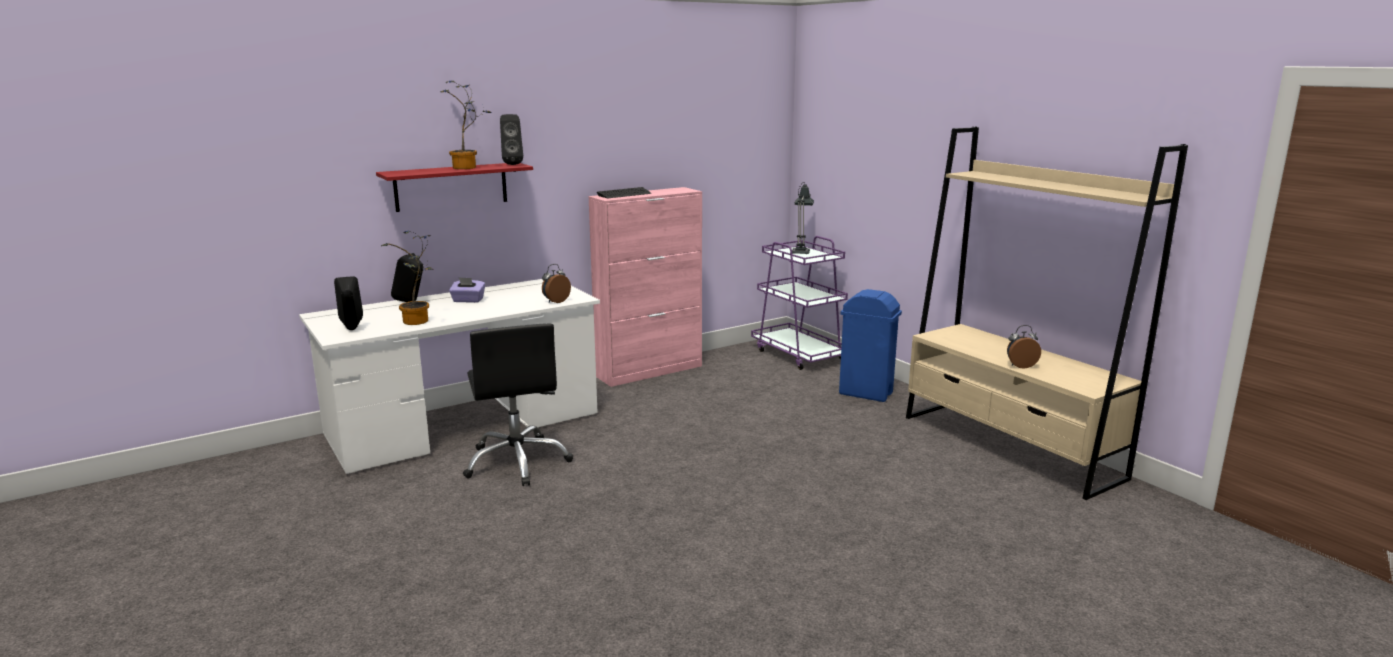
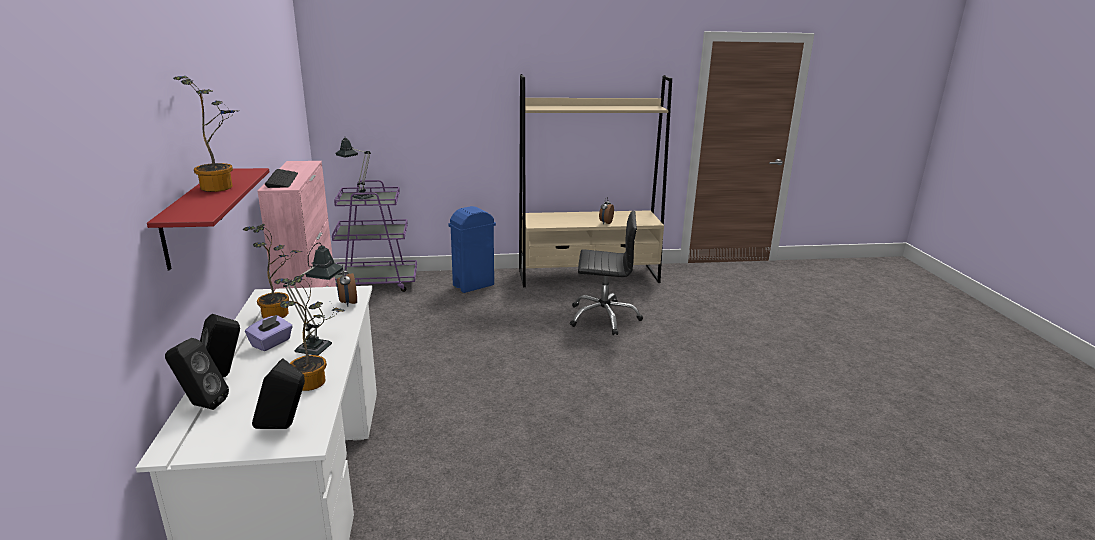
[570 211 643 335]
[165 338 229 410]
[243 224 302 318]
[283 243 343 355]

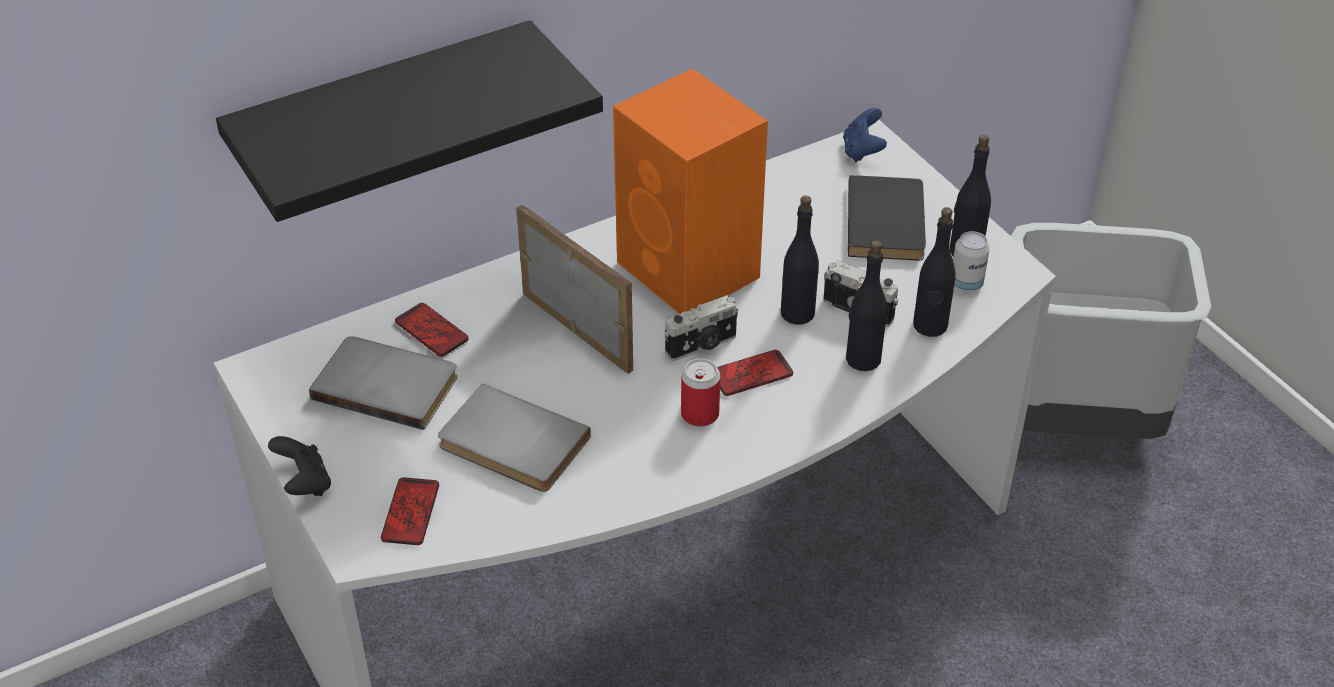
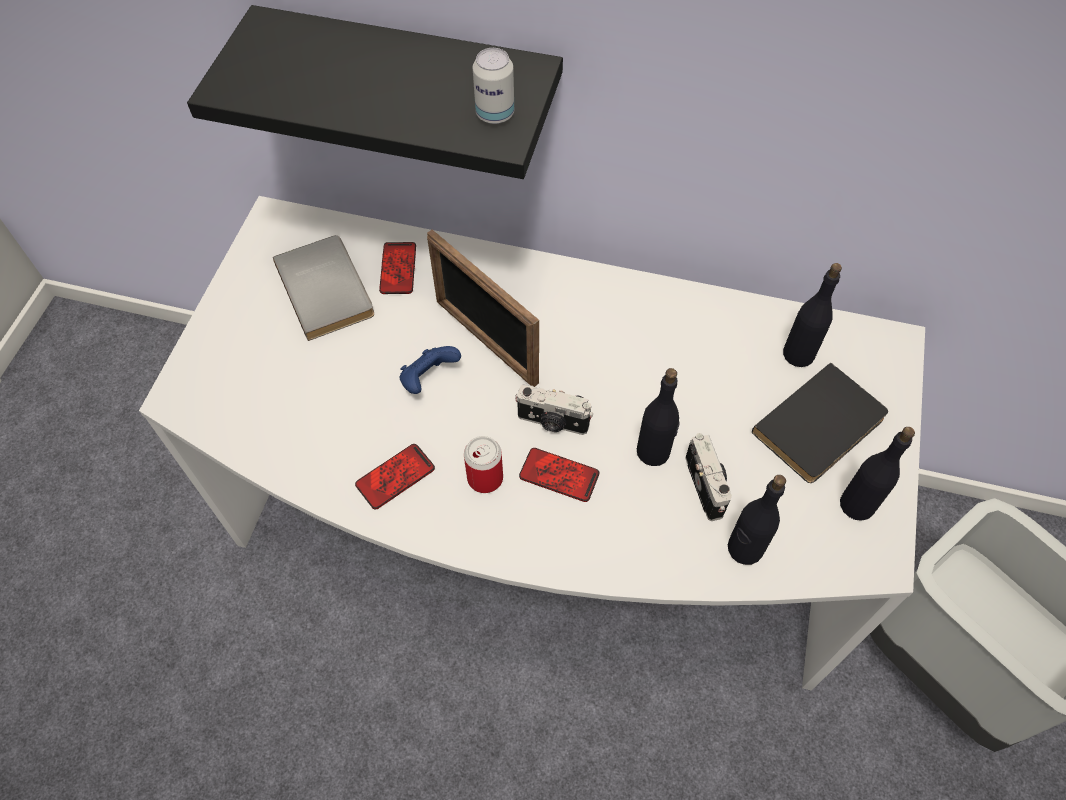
[268 436 331 496] (first image)
[355 444 435 509]
[438 383 591 492] (first image)
[427 230 539 387]
[613 68 768 314] (first image)
[400 346 461 394]
[783 263 842 367]
[473 48 514 124]

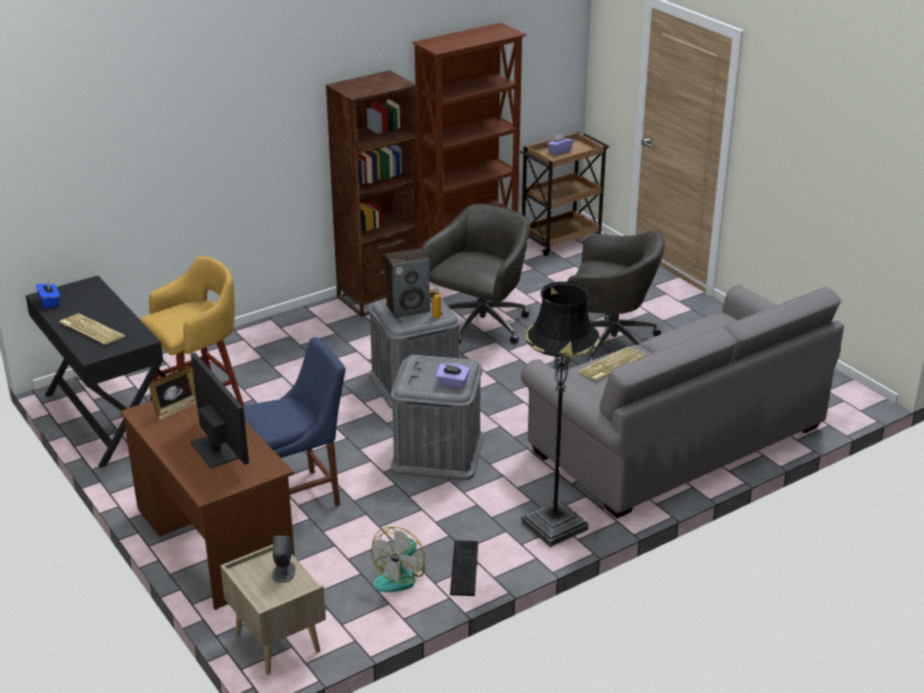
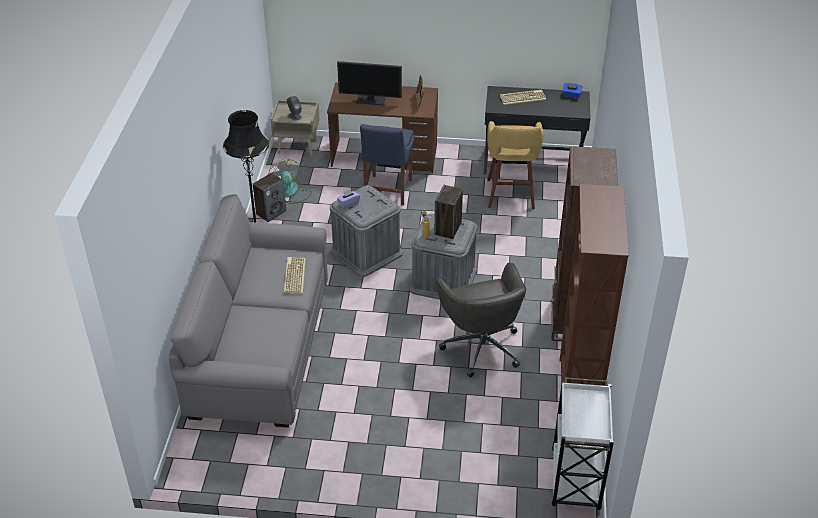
[253 173 286 222]
[552 377 614 510]
[547 133 573 155] (first image)
[567 230 665 362] (first image)

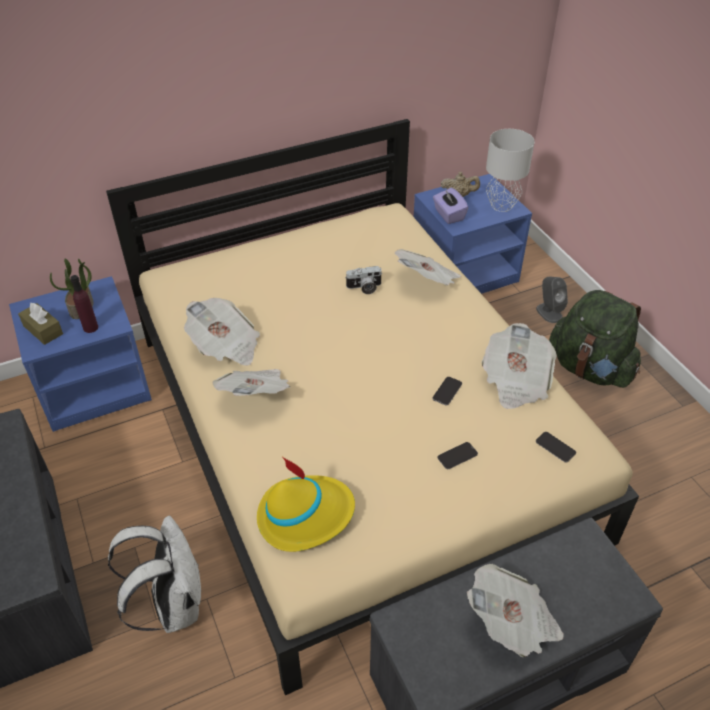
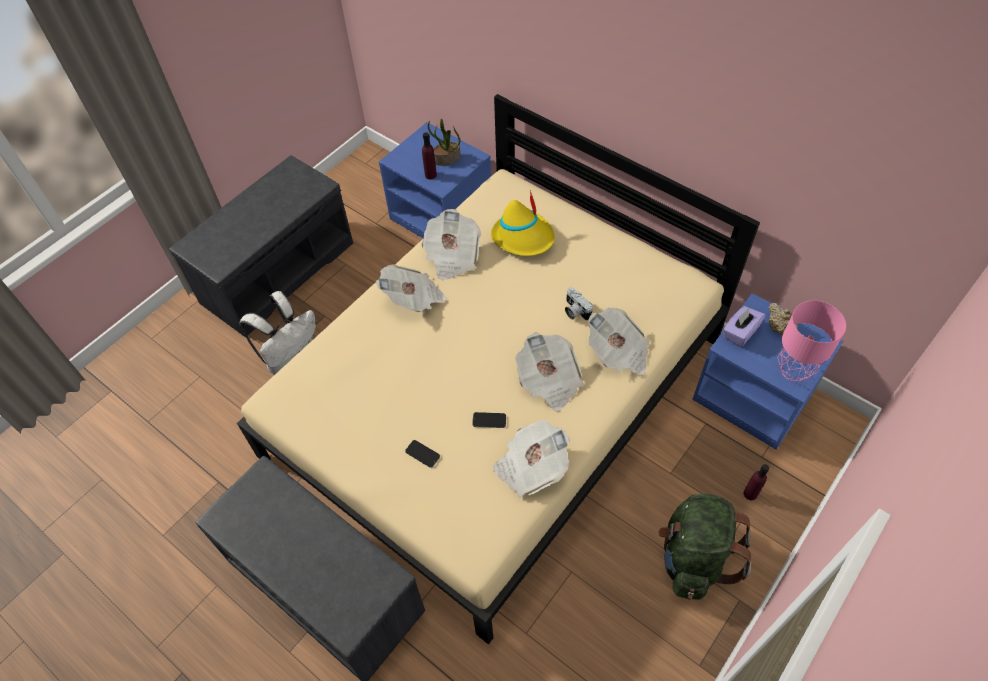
[18 303 63 345] (first image)
[491 190 555 256]
[515 332 584 411]
[777 301 846 381]
[744 464 769 500]
[536 432 576 462] (first image)

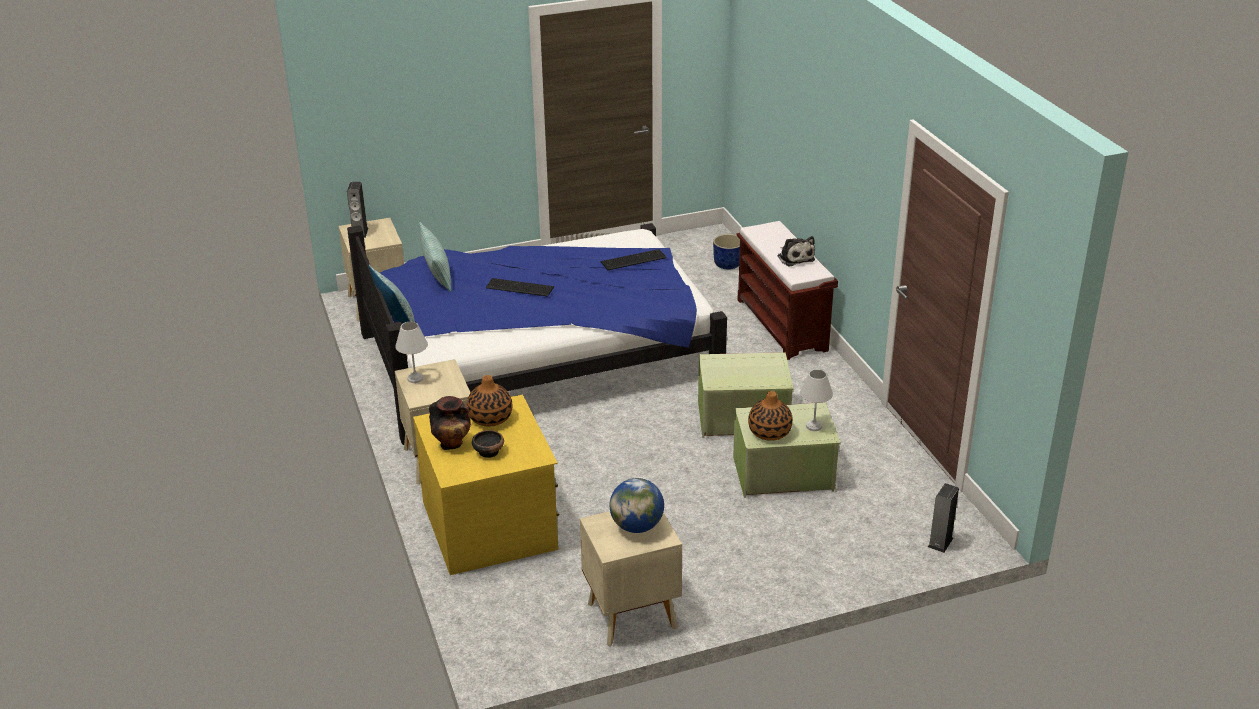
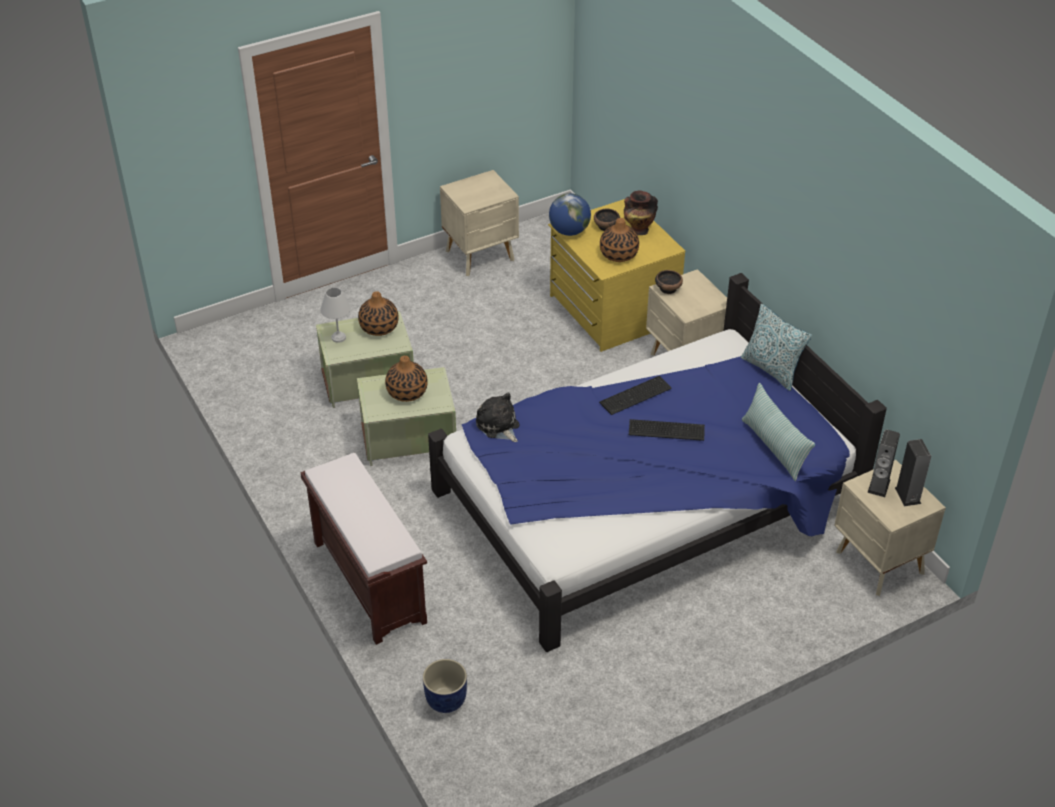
[395 322 428 383] (first image)
[599 376 672 415]
[549 193 591 236]
[476 393 520 442]
[867 429 900 497]
[385 356 428 402]
[655 270 683 294]

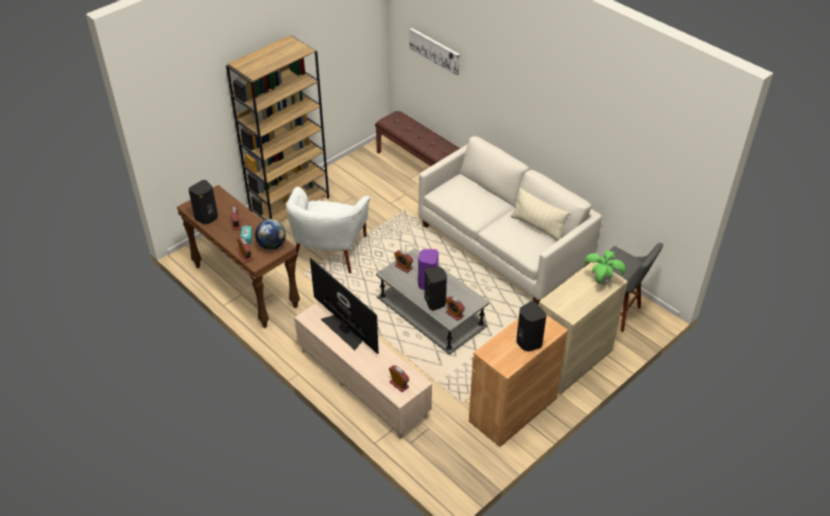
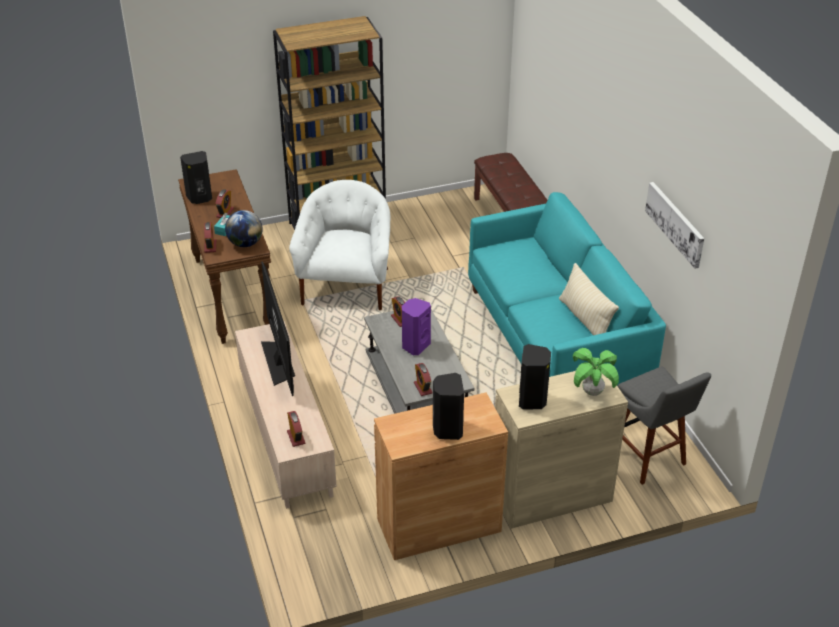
[289 180 390 310]
[645 182 704 269]
[468 192 666 386]
[519 344 551 410]

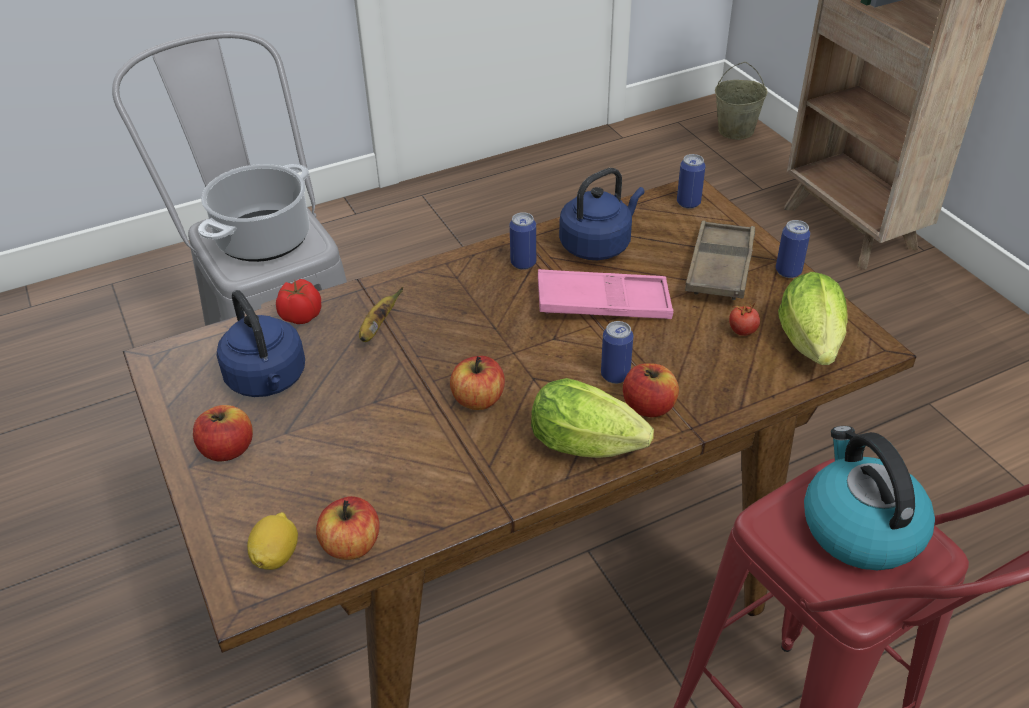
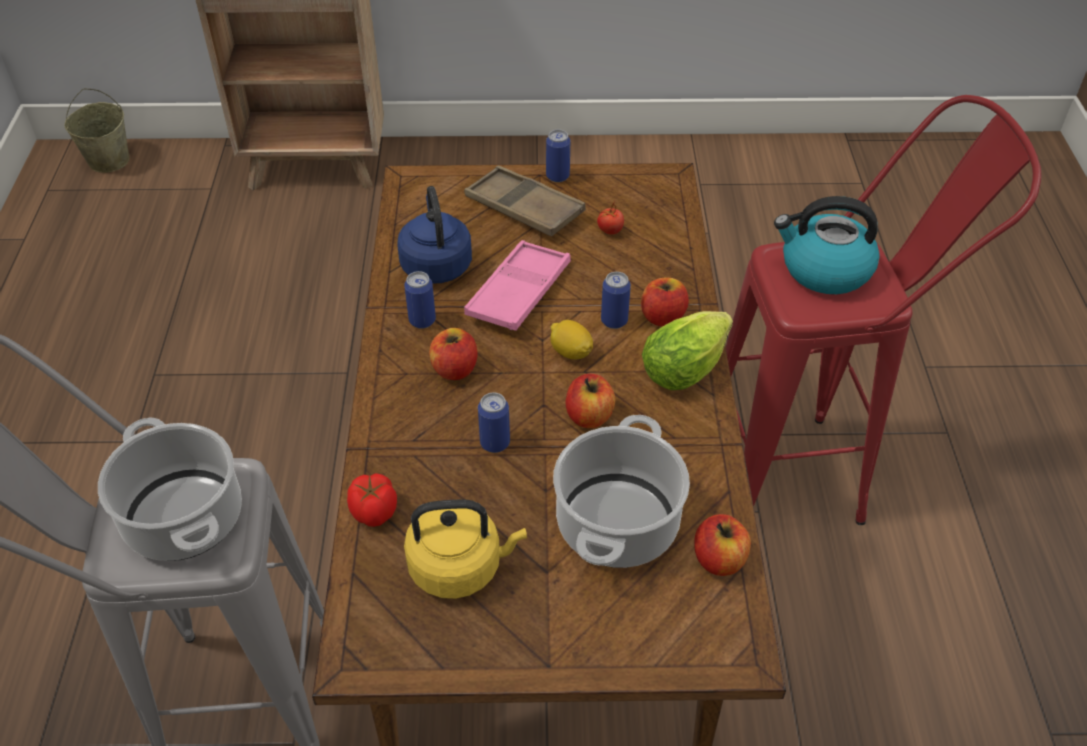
[429 328 478 380]
[404 500 527 599]
[550 320 593 360]
[359 287 403 342] (first image)
[478 393 510 453]
[778 272 847 365] (first image)
[553 415 690 568]

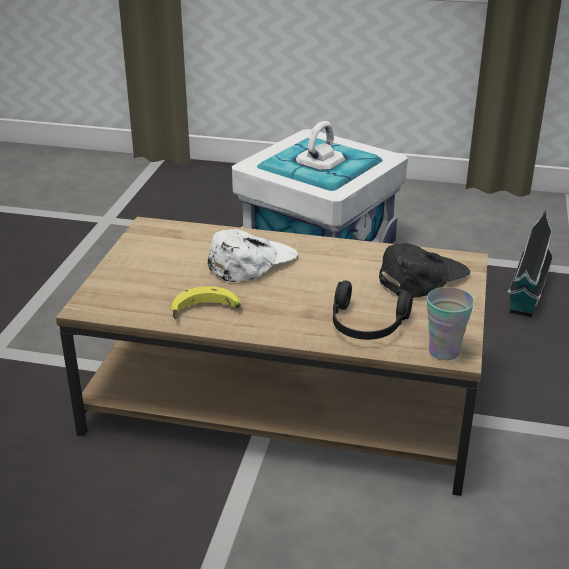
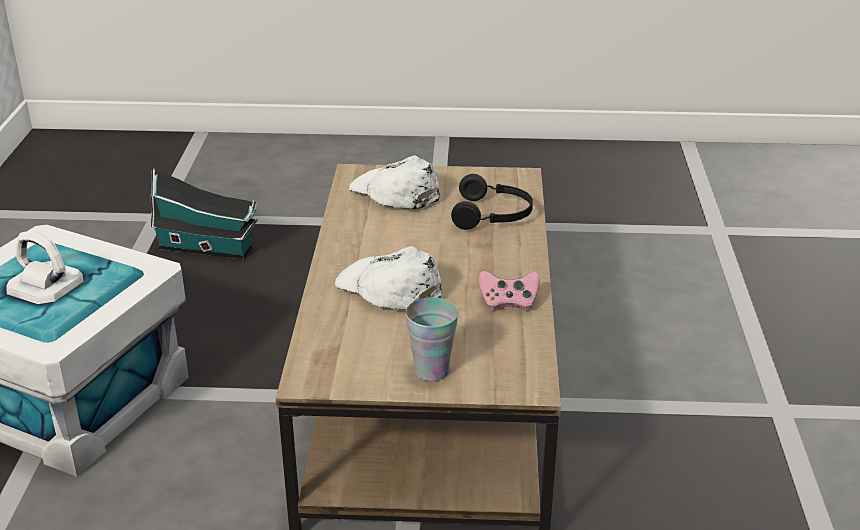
[478 271 540 311]
[348 155 441 209]
[405 297 458 381]

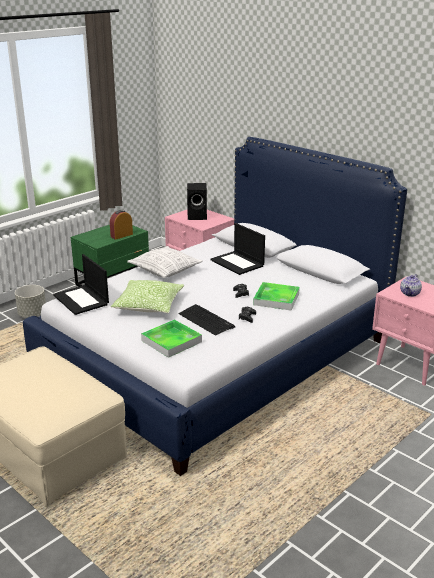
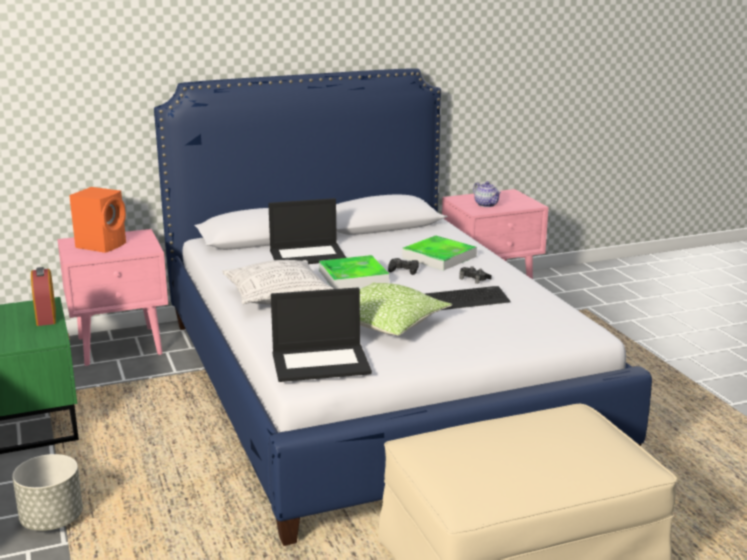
[319 255 389 289]
[69 187 126 253]

